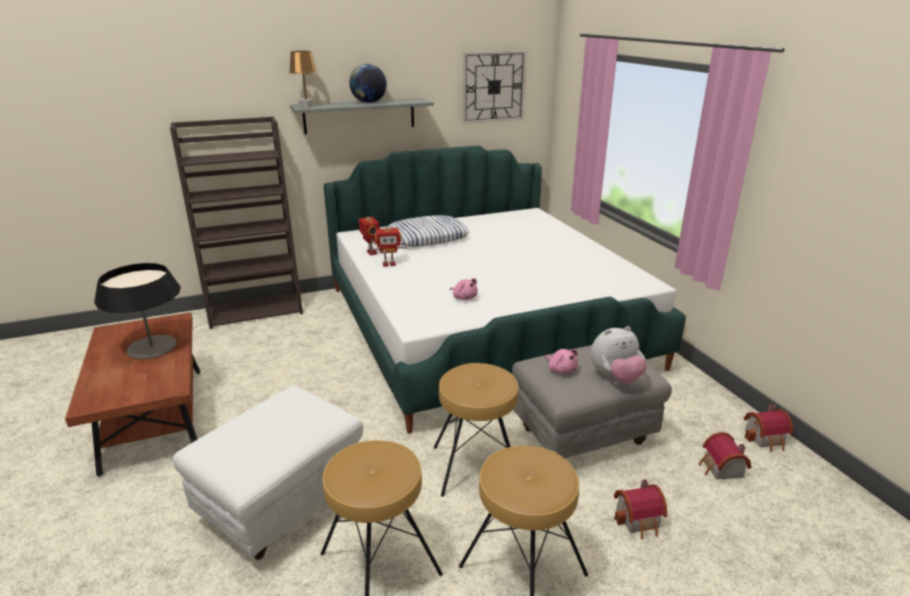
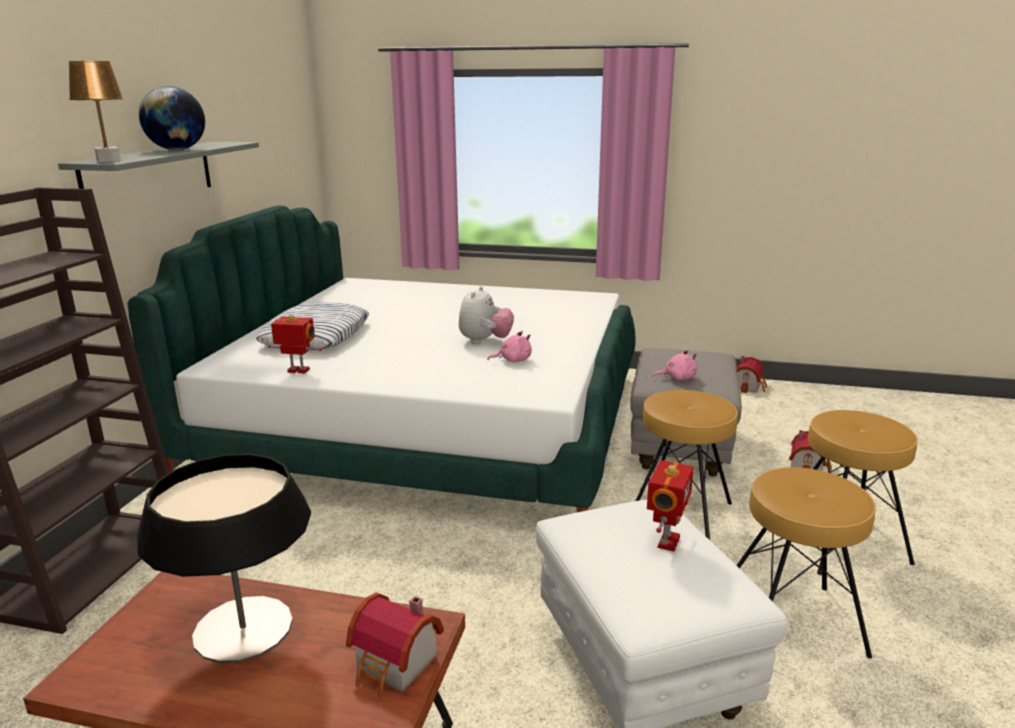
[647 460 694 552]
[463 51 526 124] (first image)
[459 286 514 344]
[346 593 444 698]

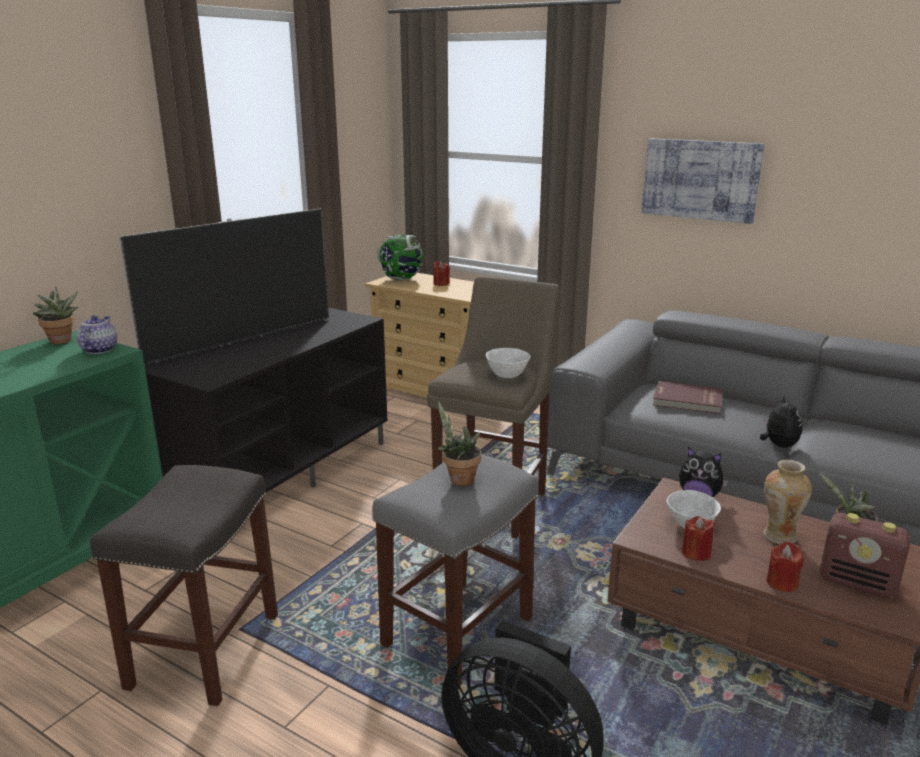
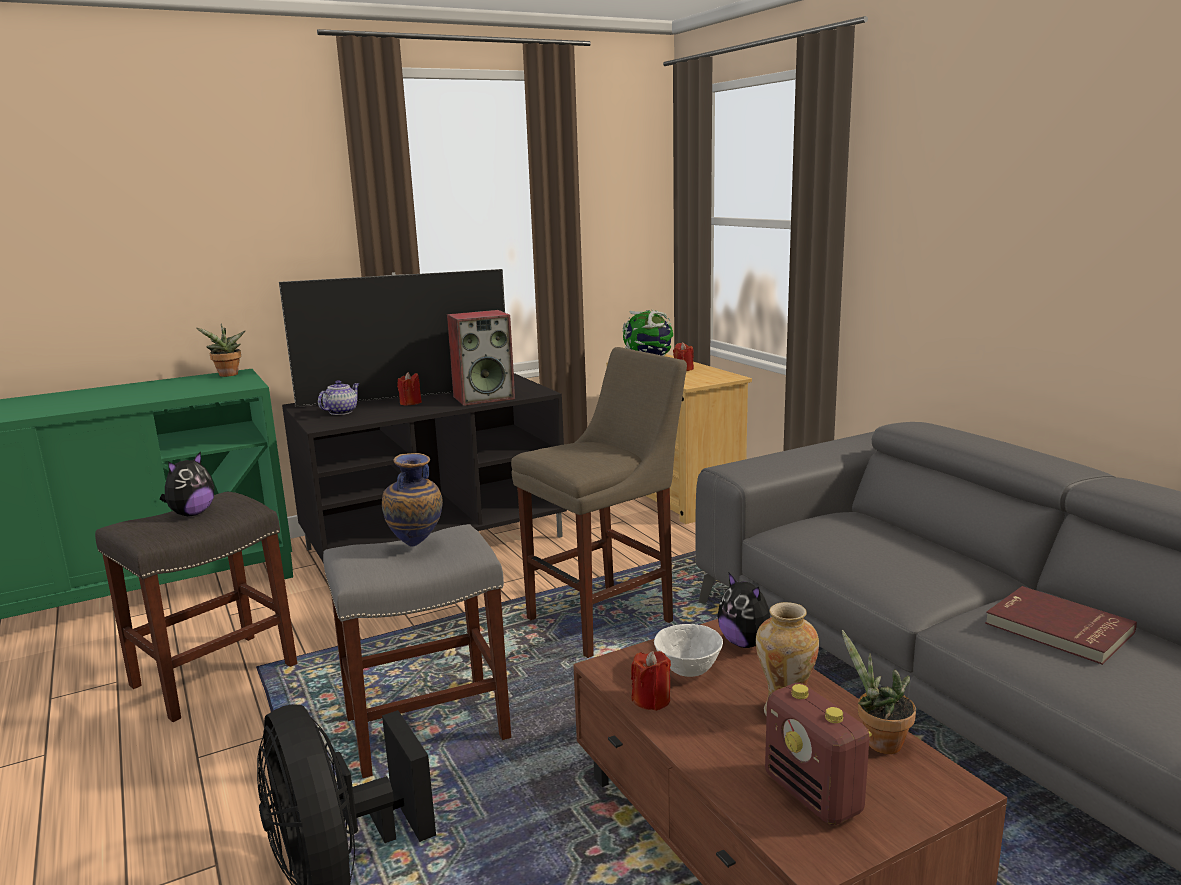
[318 380 359 415]
[382 453 443 547]
[486 348 531 378] (first image)
[641 138 764 224] (first image)
[985 586 1137 665]
[160 452 214 516]
[397 372 422 406]
[447 310 515 406]

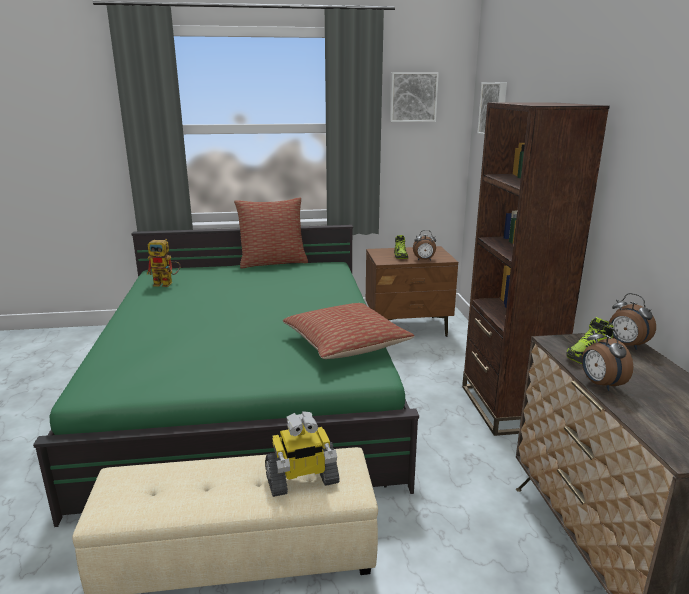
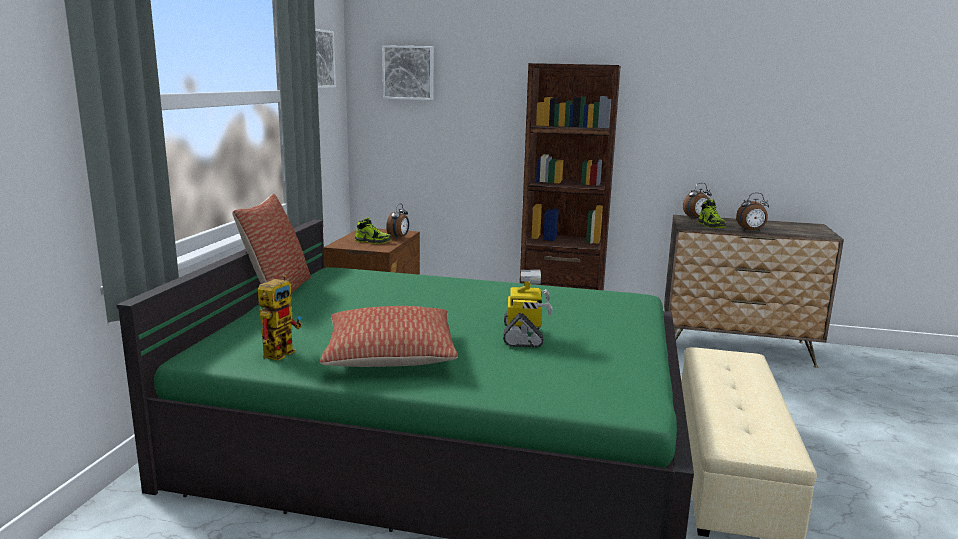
[503 270 553 348]
[320 306 458 367]

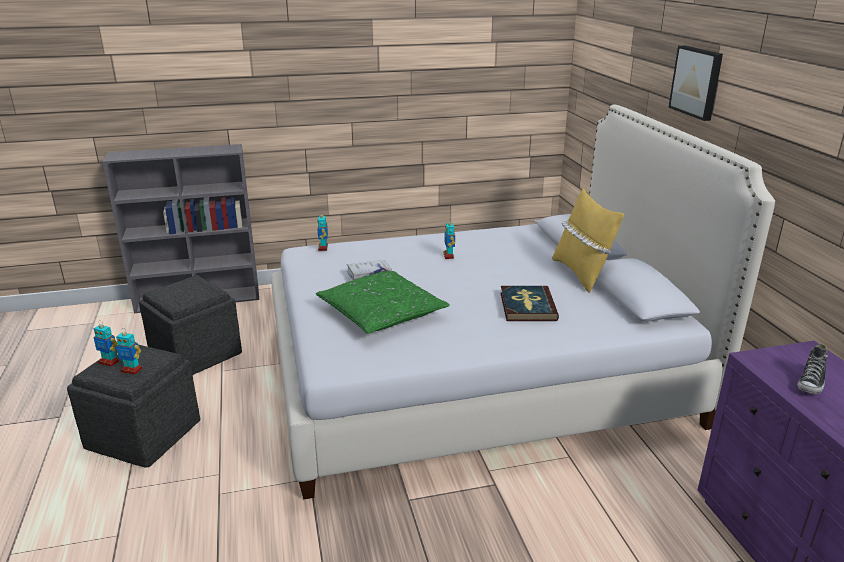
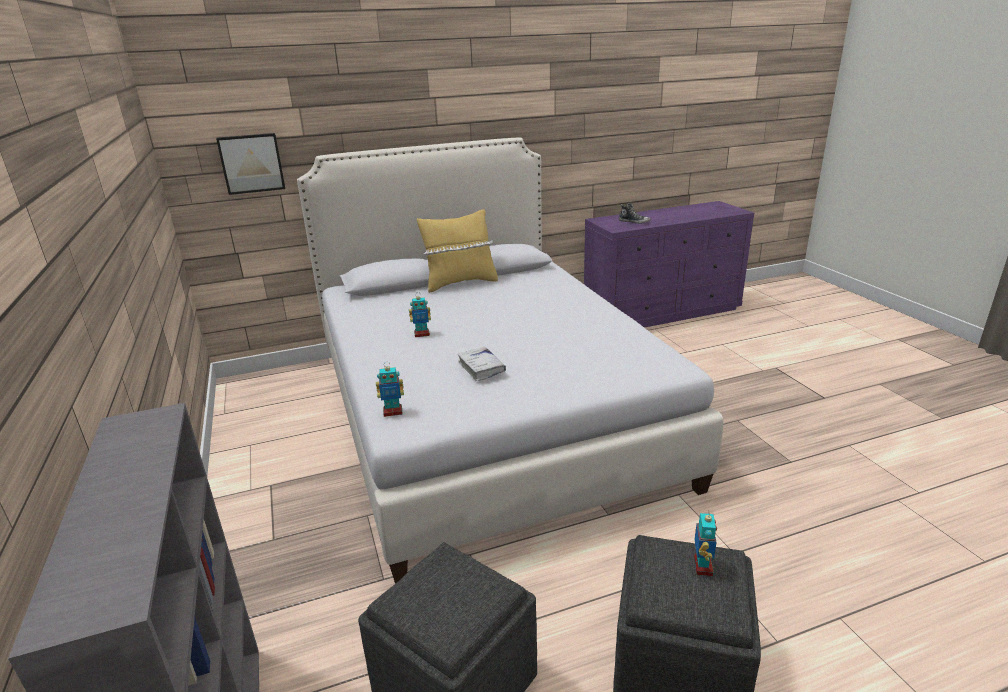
[94 321 119 367] (first image)
[316 271 450 334] (first image)
[500 286 559 321] (first image)
[216 133 285 195]

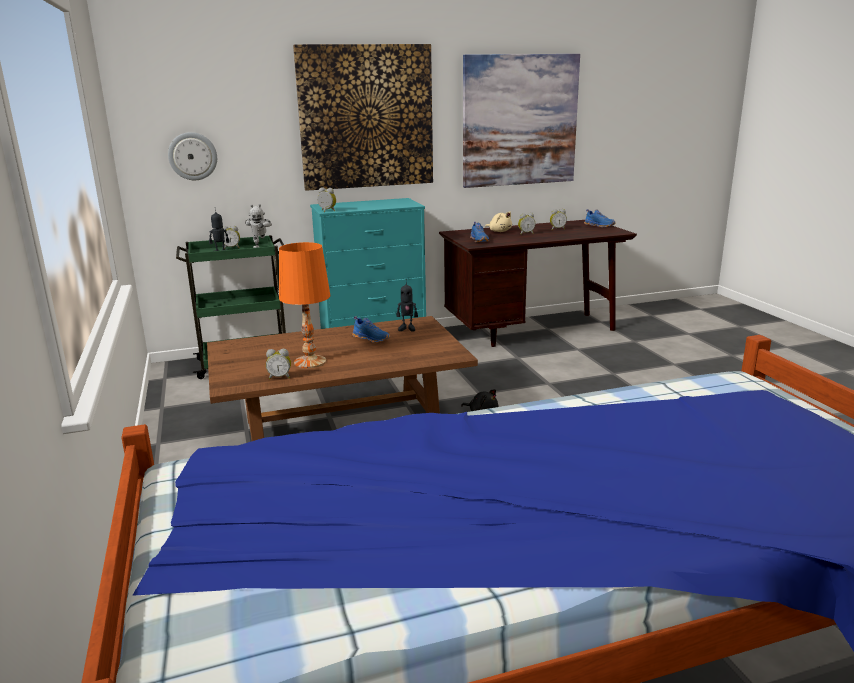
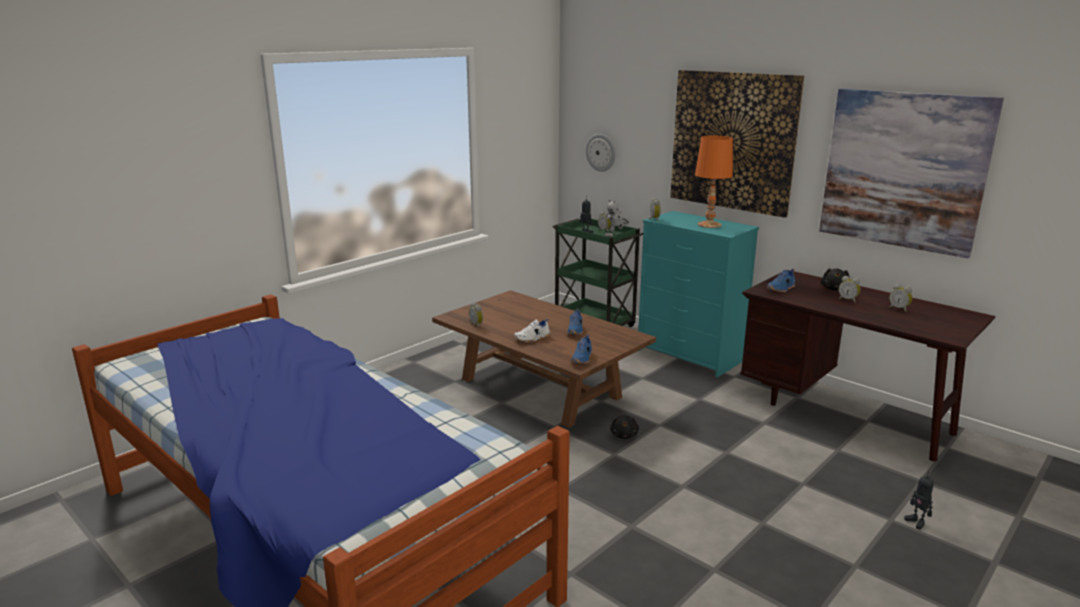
[695 136 733 228]
[904 471 934 530]
[821 268 850 290]
[571 334 592 364]
[514 318 550 343]

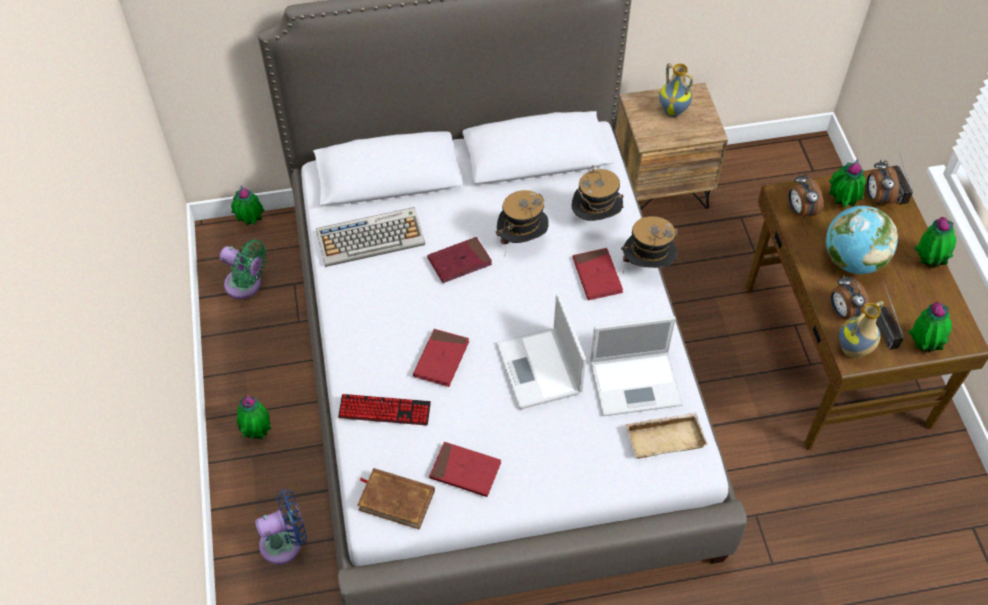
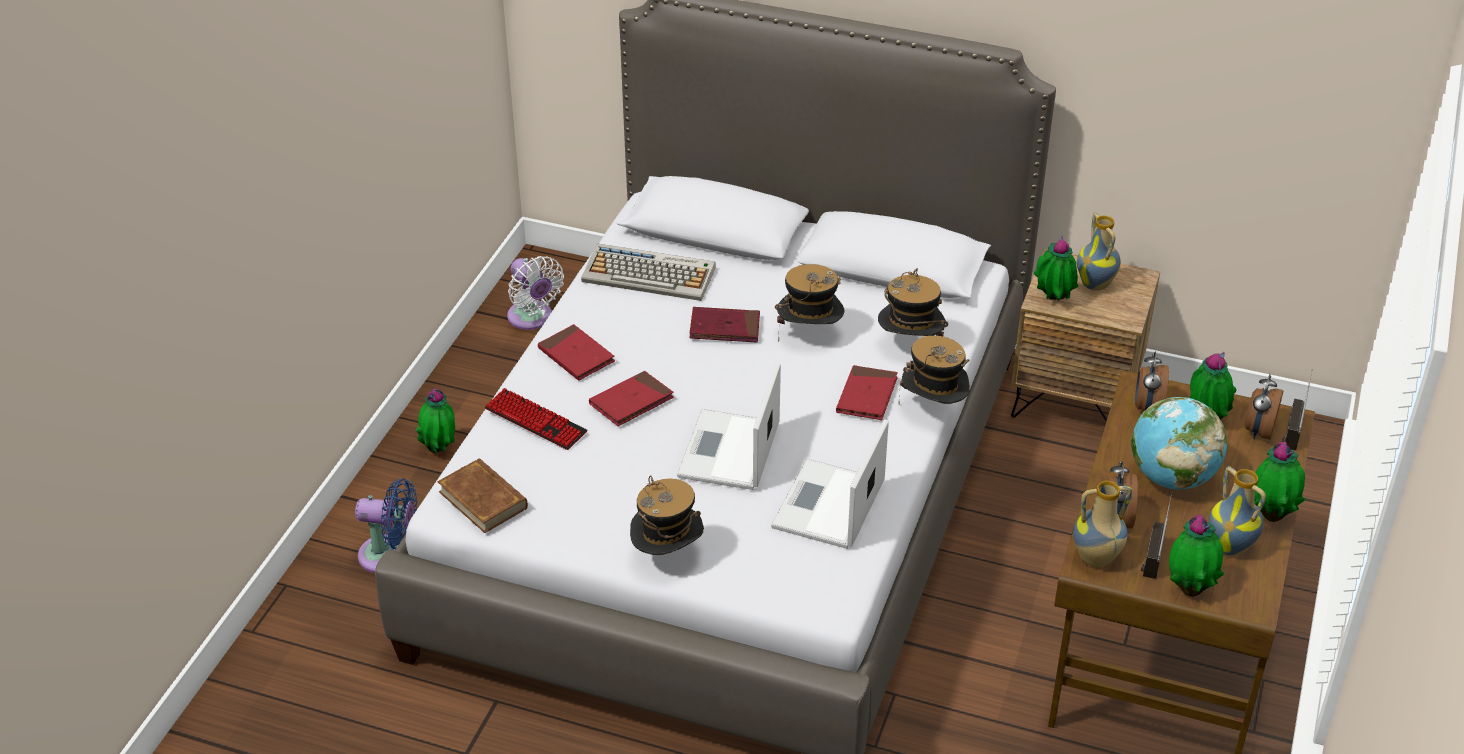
[507 256 564 330]
[1034 236 1078 301]
[538 324 615 381]
[771 419 889 549]
[626 412 708 459] (first image)
[630 476 704 555]
[1209 466 1266 556]

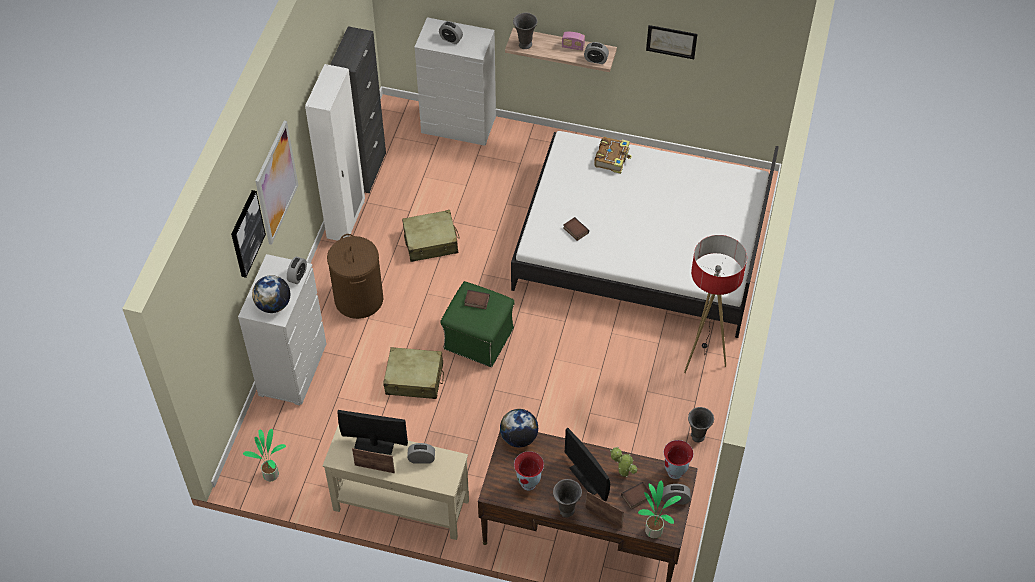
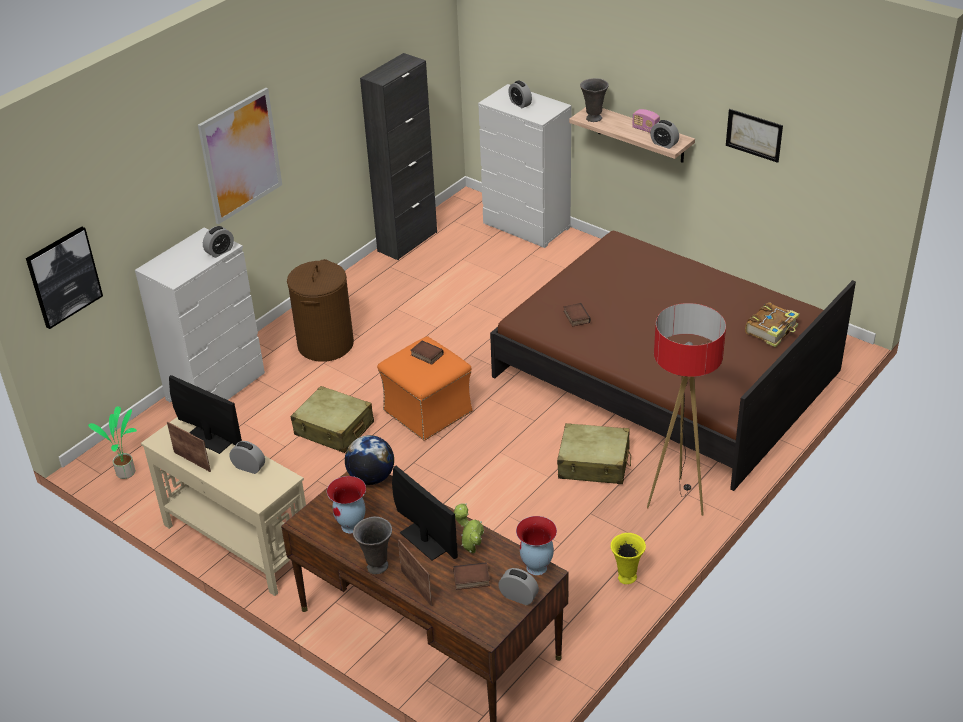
[26 227 103 329]
[252 275 290 313] (first image)
[305 64 365 241] (first image)
[557 423 631 484]
[377 336 472 441]
[490 231 856 491]
[392 466 458 561]
[745 303 800 347]
[638 481 681 538] (first image)
[611 533 646 584]

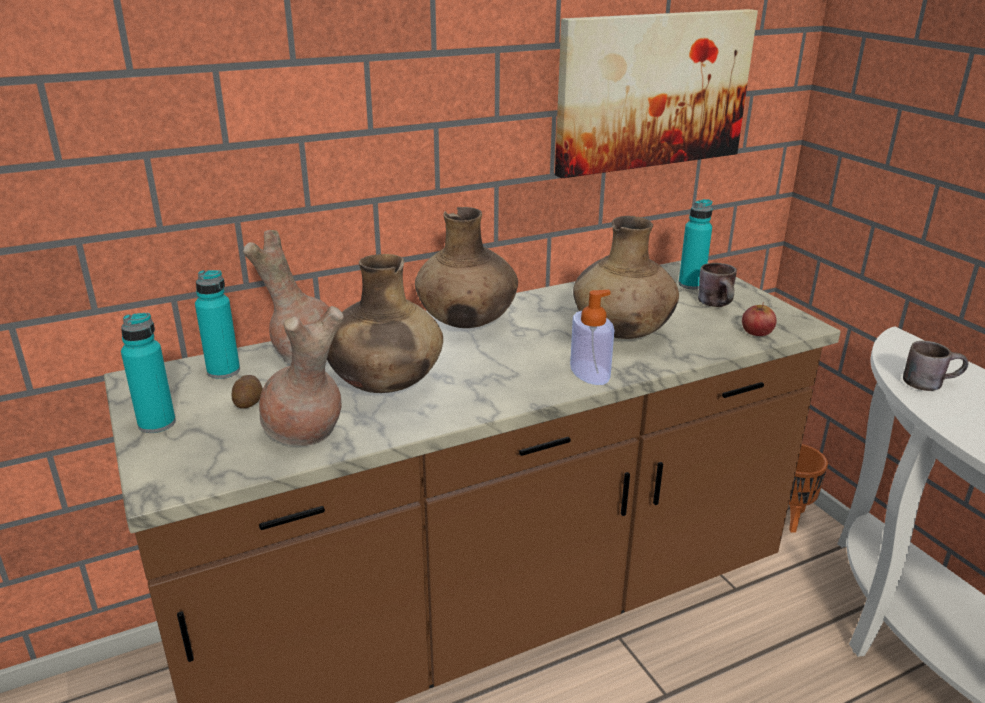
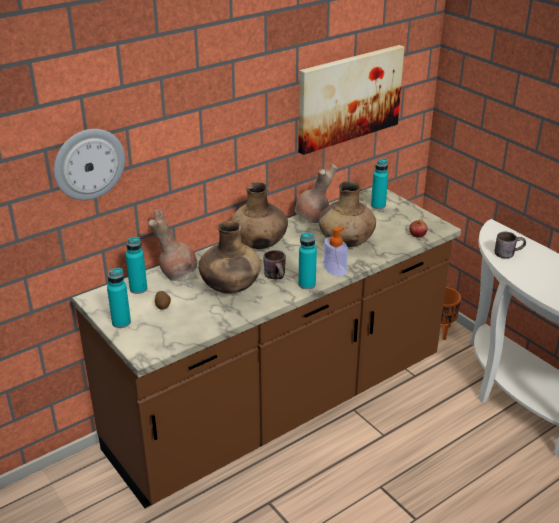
[295 164 337 223]
[263 250 286 279]
[54 129 125 200]
[298 233 317 289]

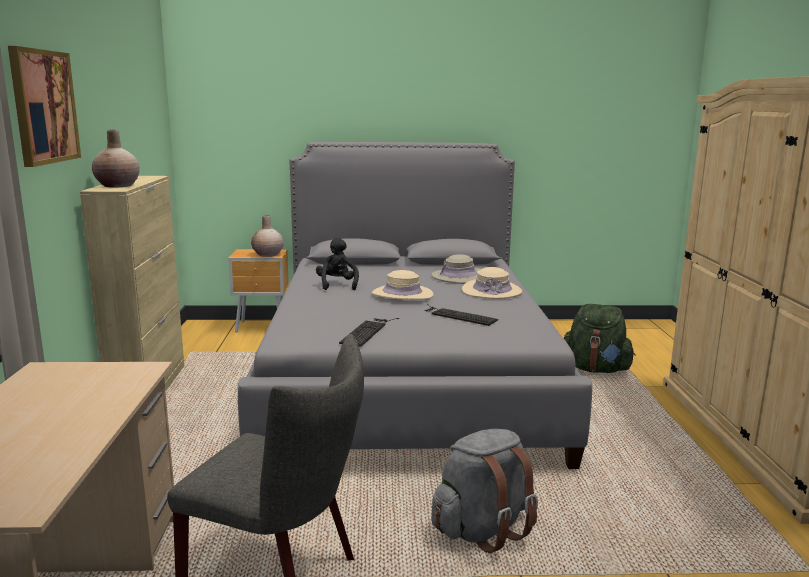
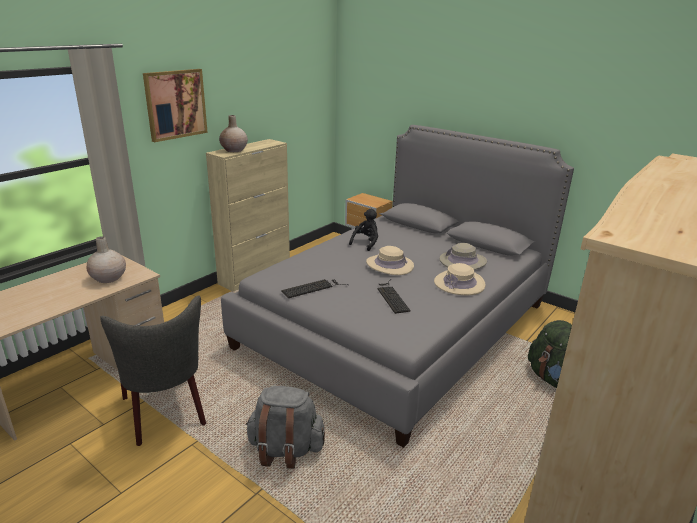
[86 237 126 283]

